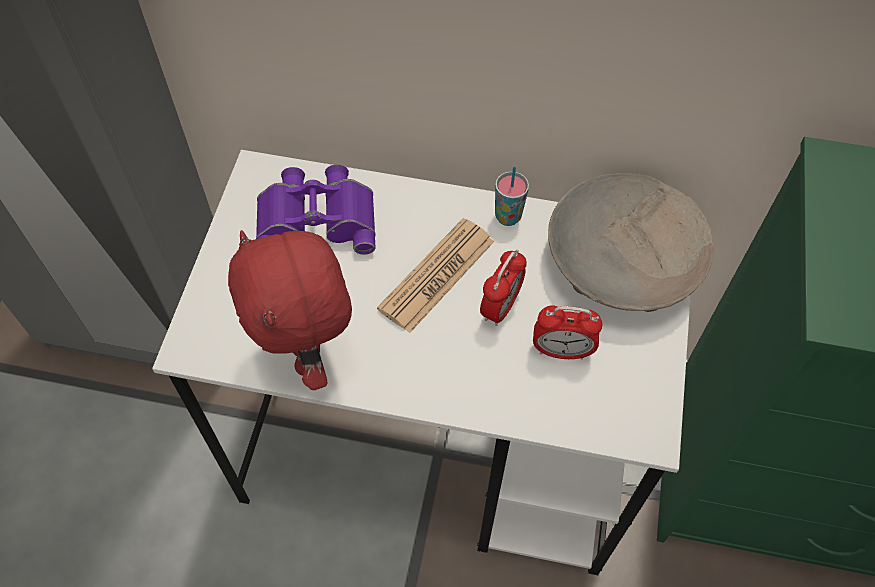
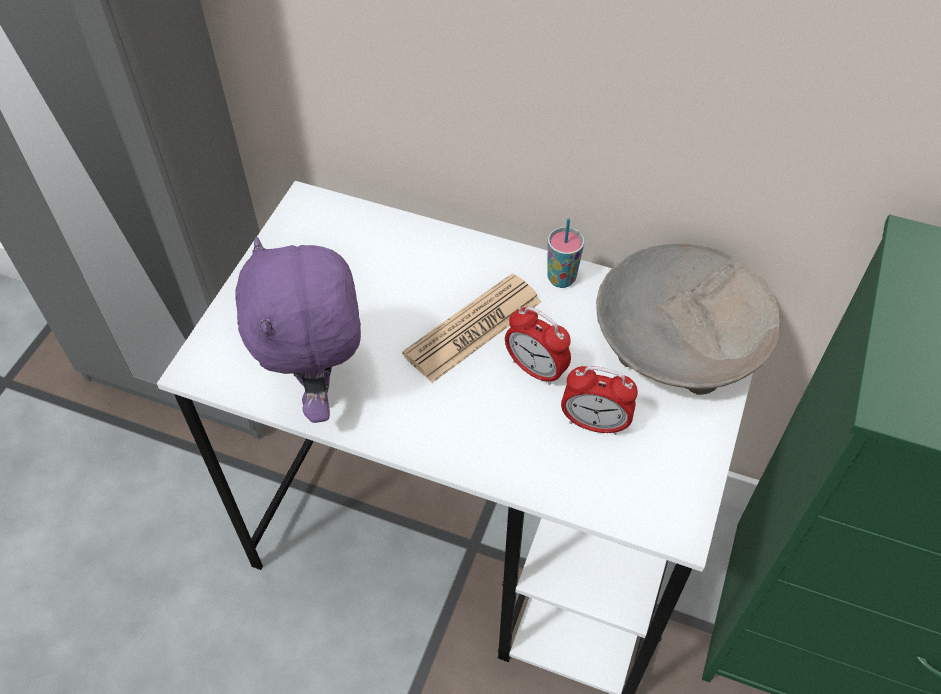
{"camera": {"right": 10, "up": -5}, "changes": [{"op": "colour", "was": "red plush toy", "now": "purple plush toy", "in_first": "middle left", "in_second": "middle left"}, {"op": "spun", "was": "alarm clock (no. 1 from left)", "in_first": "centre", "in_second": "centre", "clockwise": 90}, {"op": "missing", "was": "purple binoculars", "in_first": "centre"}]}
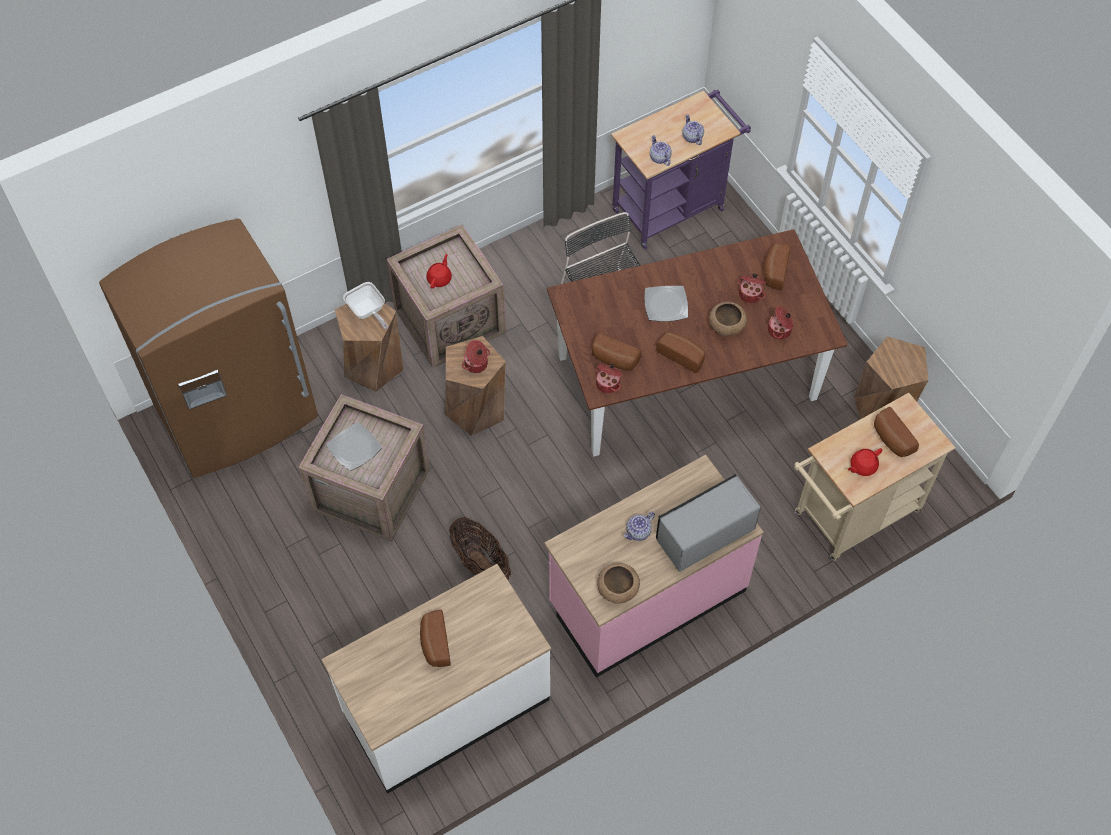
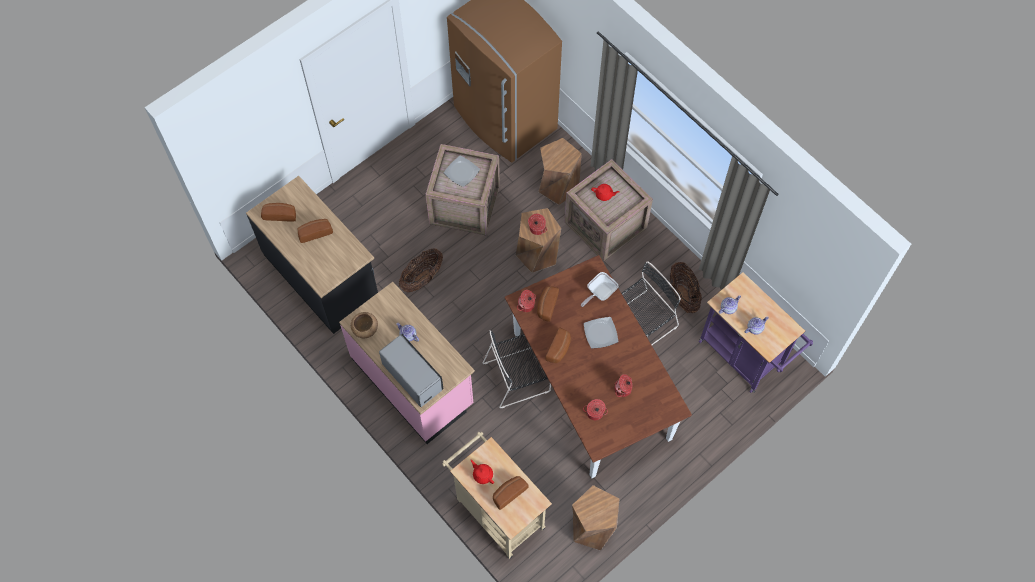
{"camera": {"right": 80, "up": 5}, "changes": [{"op": "colour", "was": "white counter", "now": "black counter", "in_first": "bottom centre", "in_second": "middle left"}, {"op": "relocated", "was": "bread (no. 4 from left in the first image)", "now": "bread (no. 1 from left)", "in_first": "top right", "in_second": "middle left"}, {"op": "appeared", "now": "black chair (no. 1 from left)", "in_second": "centre"}, {"op": "relocated", "was": "frying pan", "in_first": "middle left", "in_second": "centre"}, {"op": "appeared", "now": "basket (no. 2 from left)", "in_second": "centre"}, {"op": "missing", "was": "brown bowl (no. 2 from left)", "in_first": "centre"}]}
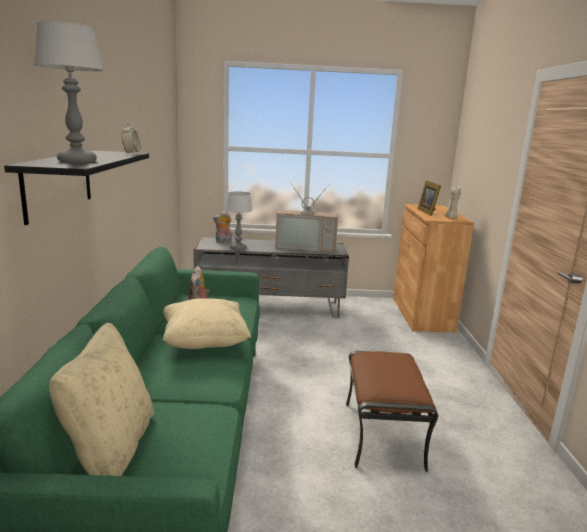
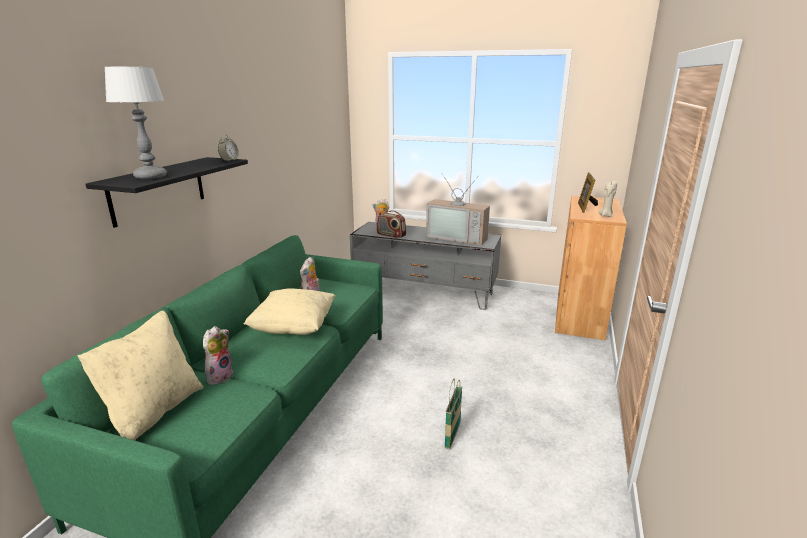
{"camera": {"right": 20, "up": 5}, "changes": [{"op": "appeared", "now": "plush toy (no. 1 from left)", "in_second": "middle left"}, {"op": "exchanged", "was": "table lamp (no. 2 from left)", "now": "radio", "in_first": "centre", "in_second": "centre"}, {"op": "exchanged", "was": "brown ottoman", "now": "basket", "in_first": "bottom right", "in_second": "bottom centre"}]}
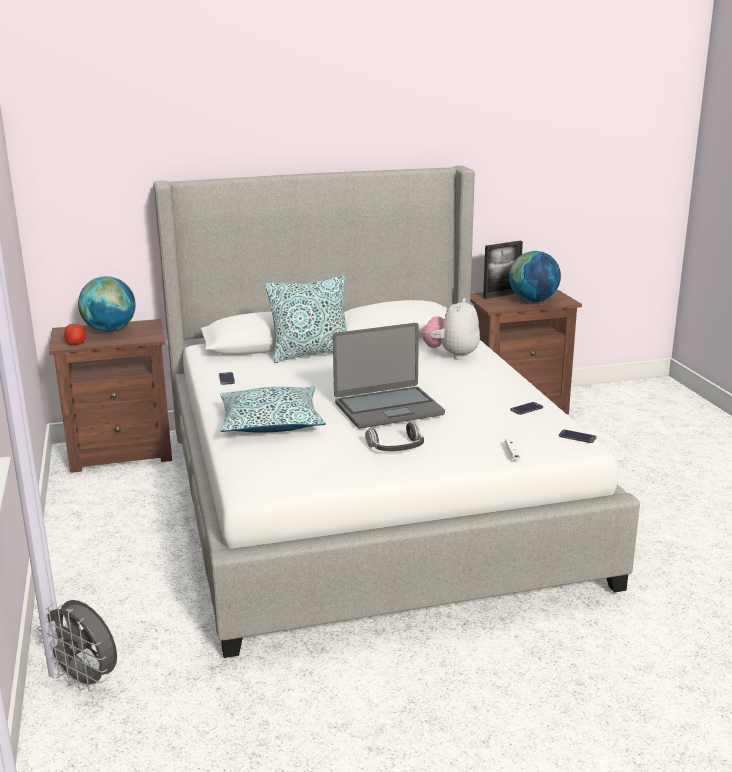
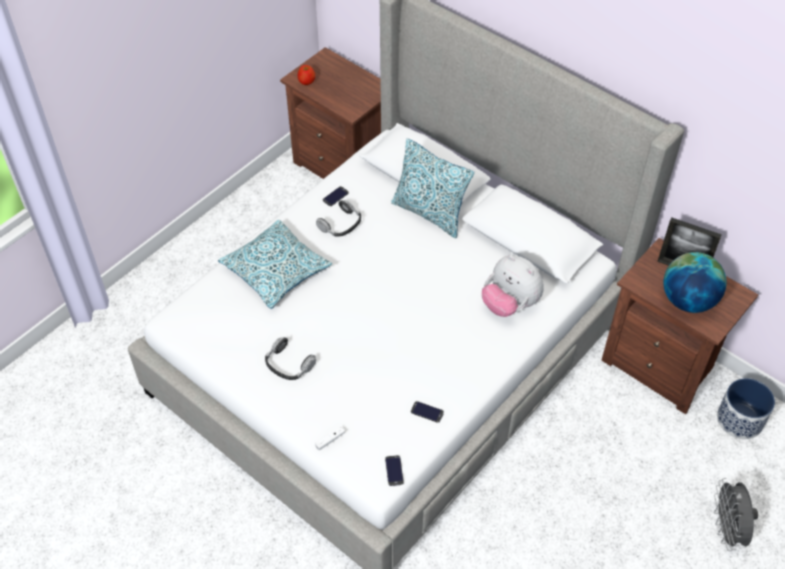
{"camera": {"right": 55, "up": 30}, "changes": [{"op": "appeared", "now": "headphones (no. 2 from left)", "in_second": "centre"}, {"op": "spun", "was": "plush toy", "in_first": "centre", "in_second": "centre", "clockwise": -120}, {"op": "relocated", "was": "grey fan", "in_first": "bottom left", "in_second": "bottom right"}, {"op": "appeared", "now": "planter", "in_second": "bottom right"}, {"op": "missing", "was": "globe (no. 1 from left)", "in_first": "middle left"}, {"op": "missing", "was": "laptop", "in_first": "centre"}]}
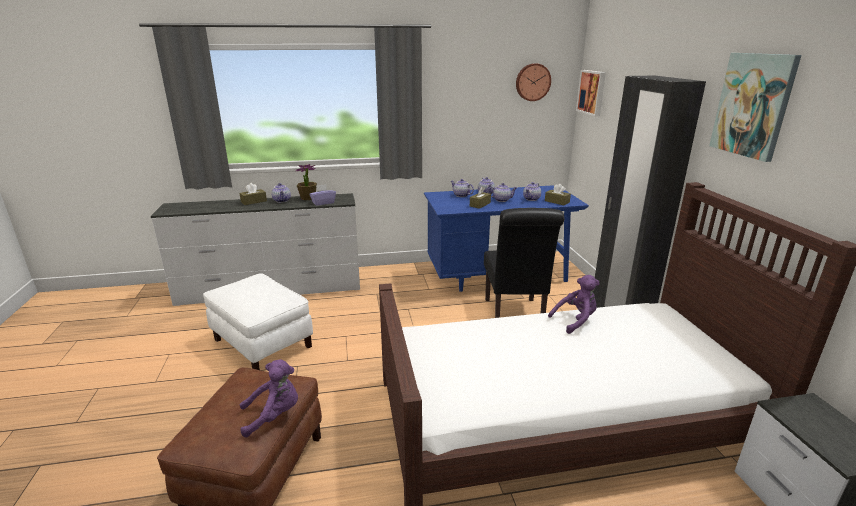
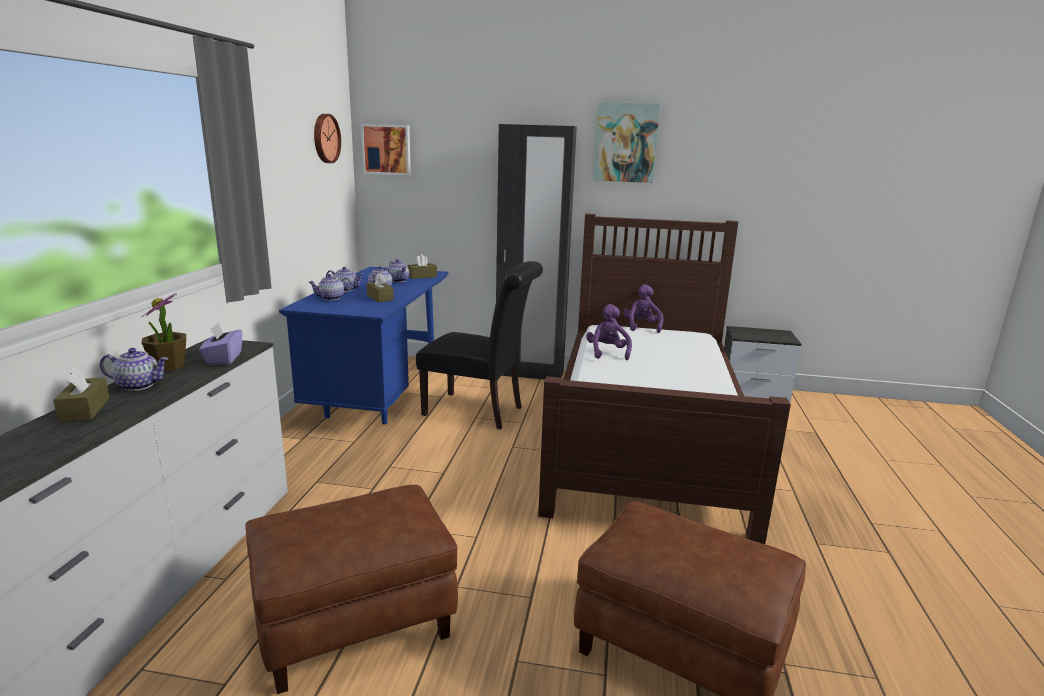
{"camera": {"right": -70, "up": -5}, "changes": [{"op": "colour", "was": "white ottoman", "now": "brown ottoman (no. 1 from left)", "in_first": "middle left", "in_second": "bottom centre"}, {"op": "relocated", "was": "purple plush toy (no. 1 from left in the first image)", "now": "purple plush toy (no. 2 from left)", "in_first": "bottom left", "in_second": "centre"}]}
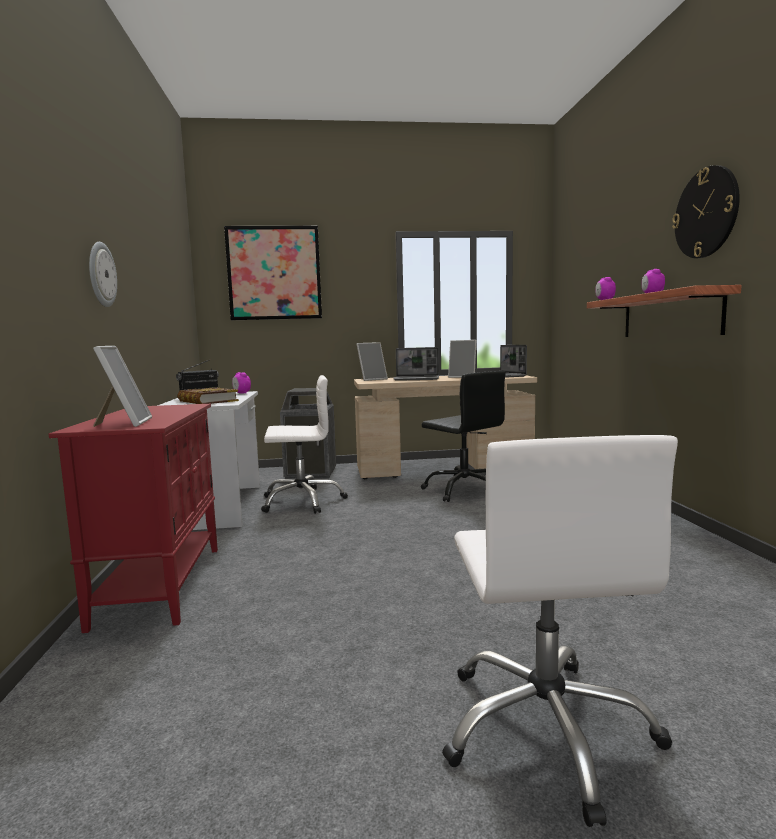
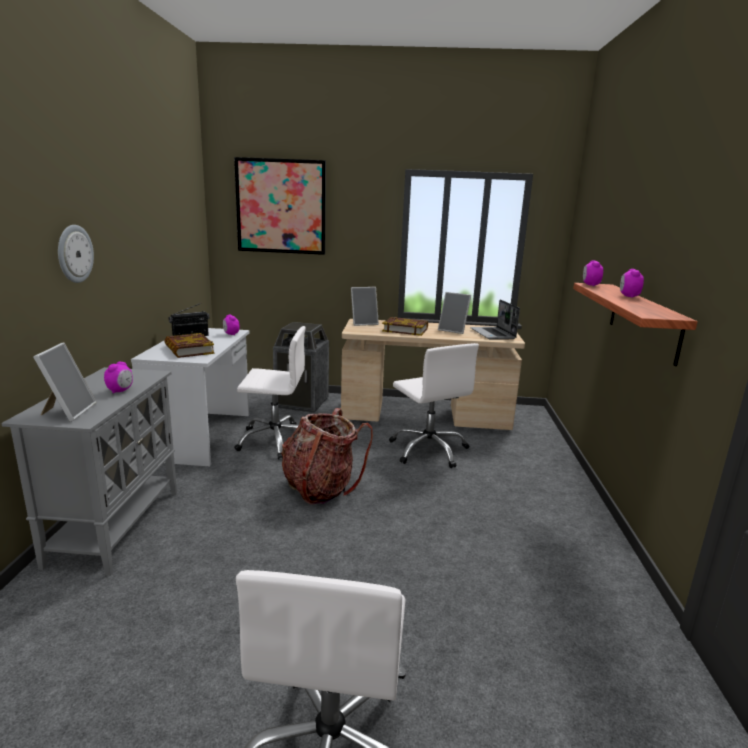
{"camera": {"right": 10, "up": 10}, "changes": [{"op": "colour", "was": "red cabinet", "now": "grey cabinet", "in_first": "middle left", "in_second": "middle left"}, {"op": "appeared", "now": "alarm clock (no. 1 from left)", "in_second": "middle left"}, {"op": "appeared", "now": "backpack", "in_second": "centre"}, {"op": "exchanged", "was": "laptop (no. 1 from left)", "now": "book (no. 2 from left)", "in_first": "centre", "in_second": "centre"}, {"op": "colour", "was": "black office chair", "now": "white office chair (no. 3 from left)", "in_first": "centre", "in_second": "centre"}, {"op": "missing", "was": "wall clock (no. 2 from left)", "in_first": "top right"}]}
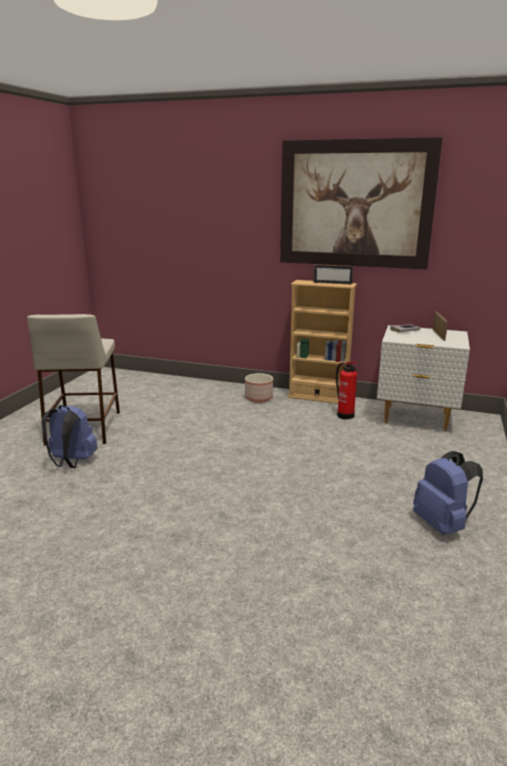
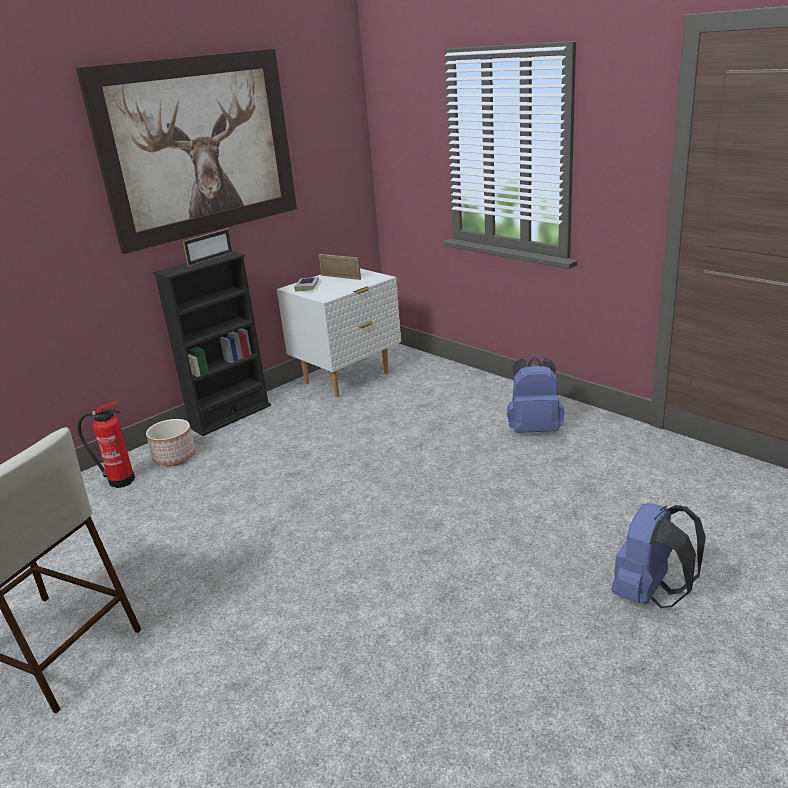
{"camera": {"right": -60, "up": 5}, "changes": [{"op": "relocated", "was": "fire extinguisher", "in_first": "middle right", "in_second": "middle left"}, {"op": "colour", "was": "beige bookcase", "now": "black bookcase", "in_first": "centre", "in_second": "middle left"}, {"op": "relocated", "was": "blue backpack (no. 1 from left in the first image)", "now": "blue backpack (no. 2 from left)", "in_first": "middle left", "in_second": "bottom right"}]}
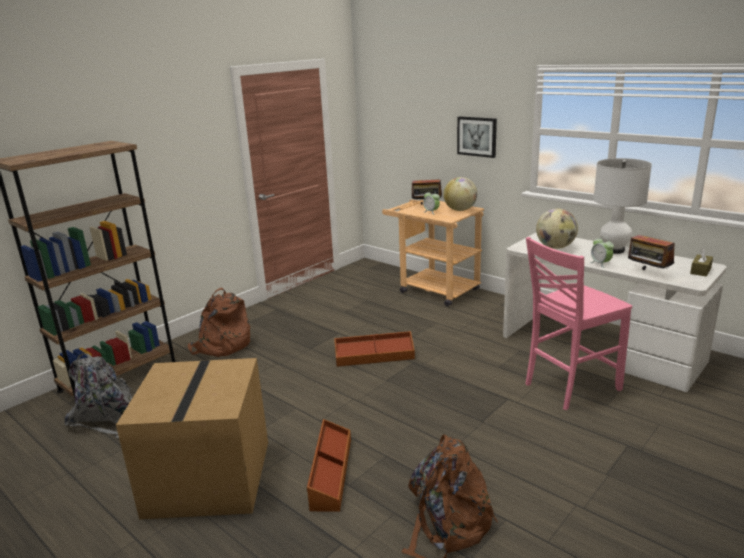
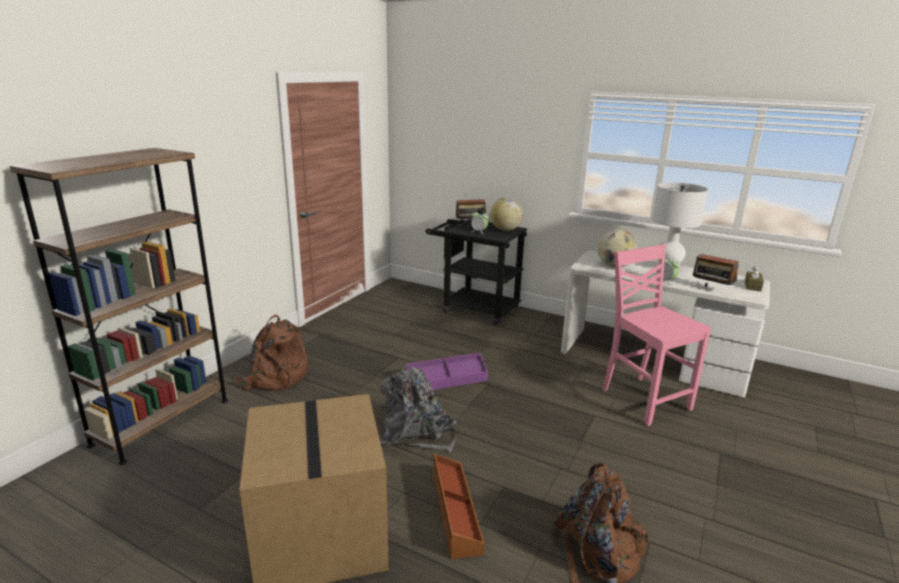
{"camera": {"right": -15, "up": 0}, "changes": [{"op": "relocated", "was": "grey backpack", "in_first": "bottom left", "in_second": "bottom centre"}, {"op": "colour", "was": "brown storage box (no. 2 from left)", "now": "purple storage box", "in_first": "centre", "in_second": "centre"}, {"op": "colour", "was": "beige cart", "now": "black cart", "in_first": "centre", "in_second": "centre"}, {"op": "spun", "was": "pink chair", "in_first": "middle right", "in_second": "middle right", "clockwise": 105}, {"op": "missing", "was": "picture", "in_first": "top centre"}]}
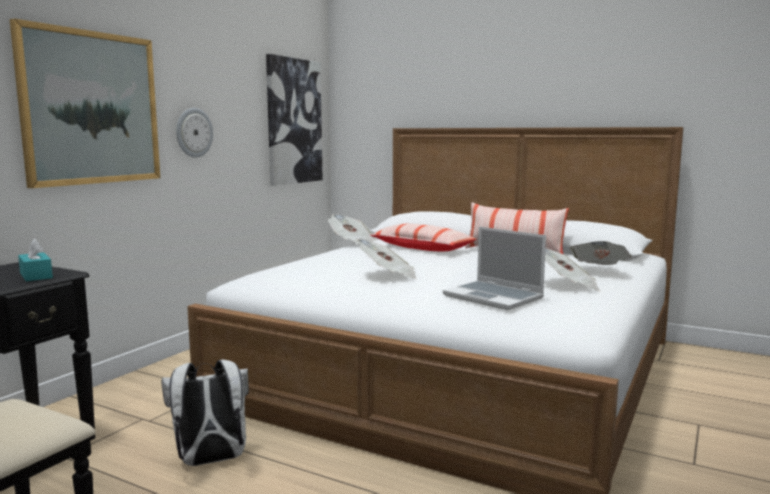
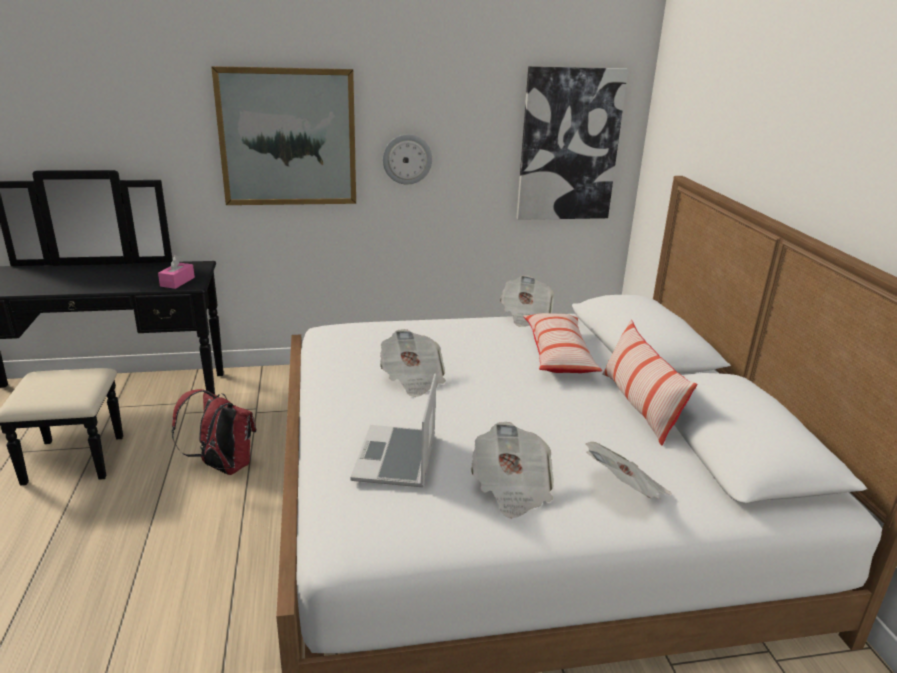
{"camera": {"right": 50, "up": 15}, "changes": [{"op": "colour", "was": "turquoise tissue box", "now": "pink tissue box", "in_first": "middle left", "in_second": "middle left"}, {"op": "colour", "was": "white backpack", "now": "red backpack", "in_first": "bottom left", "in_second": "middle left"}]}
